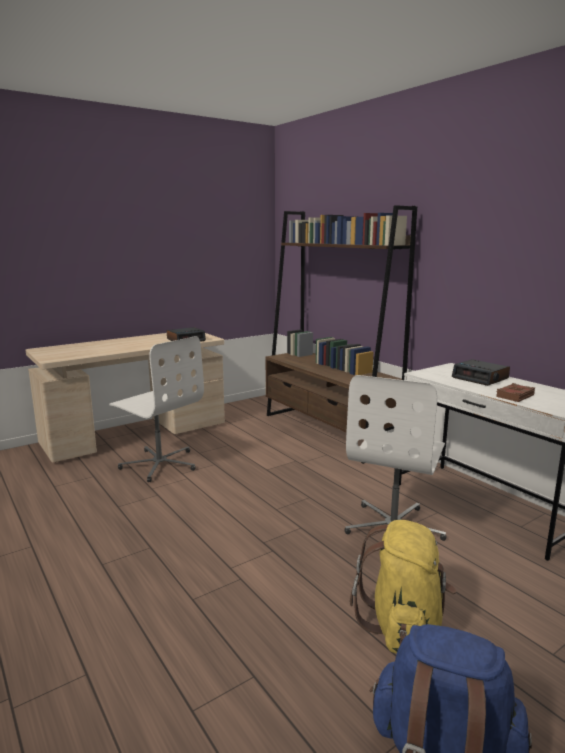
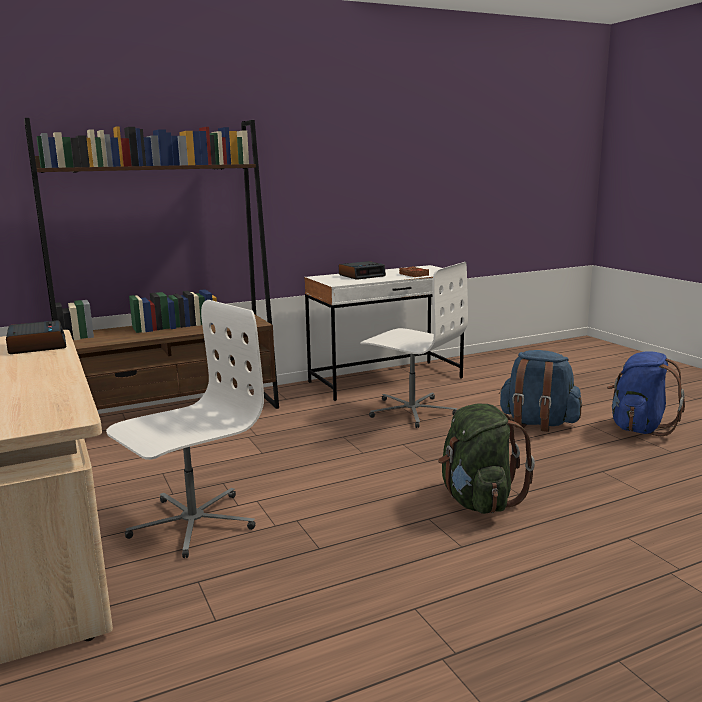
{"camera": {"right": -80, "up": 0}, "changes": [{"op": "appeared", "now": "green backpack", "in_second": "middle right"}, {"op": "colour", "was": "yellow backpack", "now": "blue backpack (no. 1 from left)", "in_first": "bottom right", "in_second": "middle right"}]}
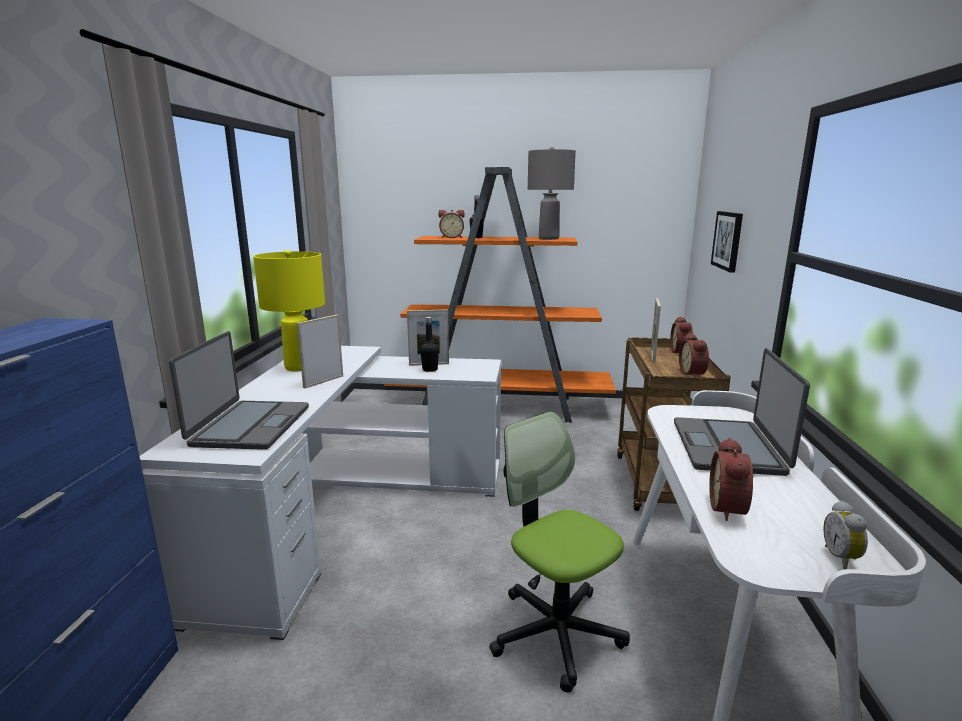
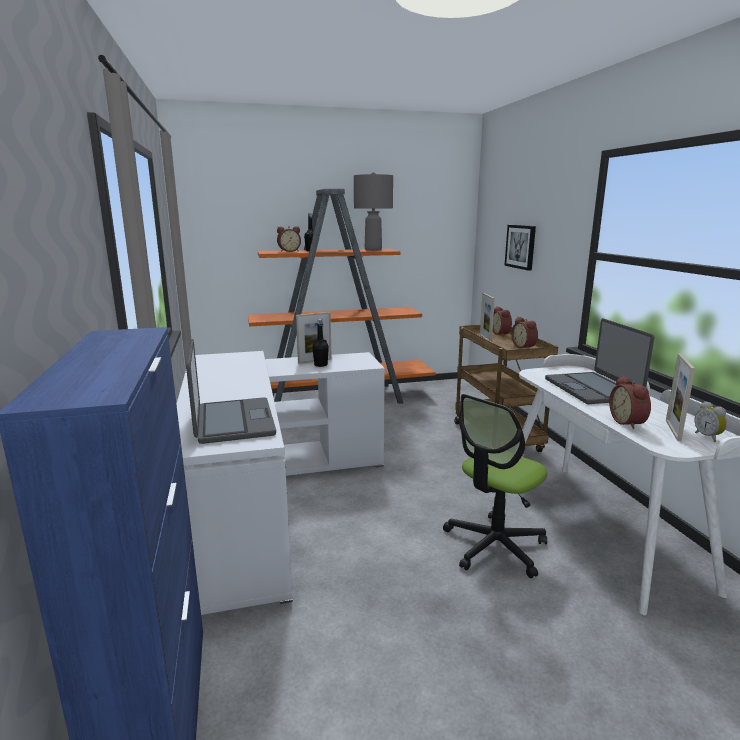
{"camera": {"right": -20, "up": 0}, "changes": [{"op": "spun", "was": "office chair", "in_first": "bottom centre", "in_second": "middle right", "clockwise": -75}, {"op": "relocated", "was": "picture frame (no. 1 from left in the first image)", "now": "picture frame (no. 3 from left)", "in_first": "middle left", "in_second": "middle right"}, {"op": "missing", "was": "yellow table lamp", "in_first": "middle left"}]}
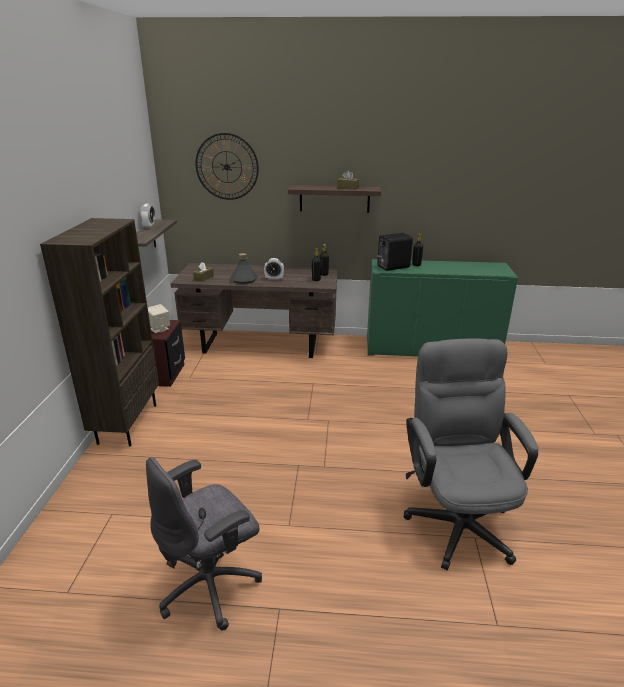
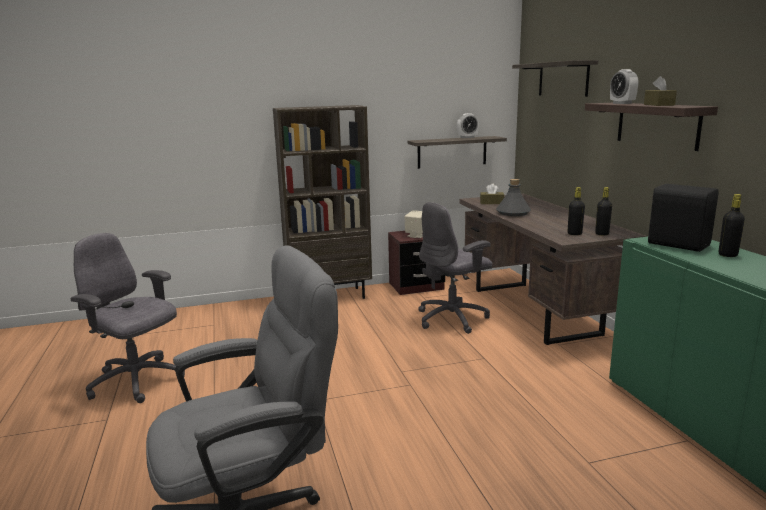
{"camera": {"right": 70, "up": -10}, "changes": [{"op": "appeared", "now": "grey office chair (no. 3 from left)", "in_second": "centre"}, {"op": "exchanged", "was": "wall clock", "now": "shelf (no. 2 from left)", "in_first": "top centre", "in_second": "top right"}, {"op": "relocated", "was": "alarm clock (no. 2 from left)", "in_first": "centre", "in_second": "top right"}]}
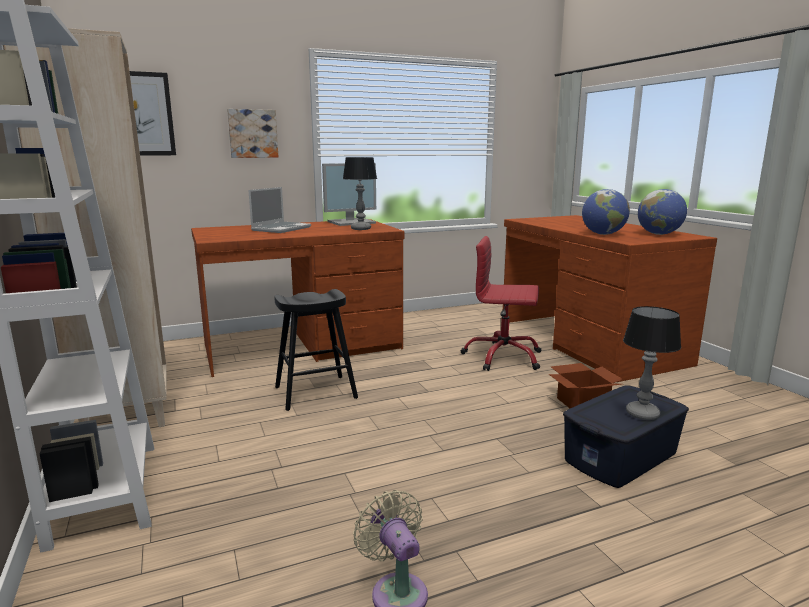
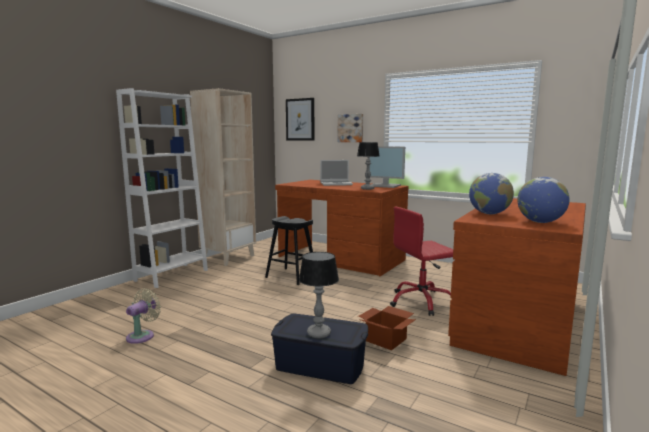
{"camera": {"right": 55, "up": -5}, "changes": [{"op": "spun", "was": "red office chair", "in_first": "centre", "in_second": "centre", "clockwise": -90}]}
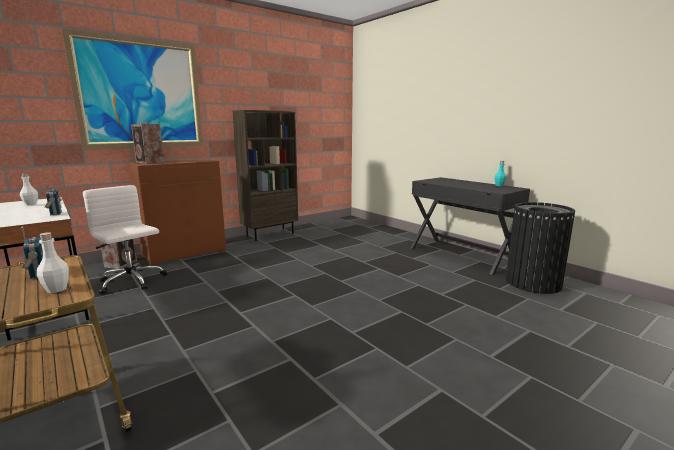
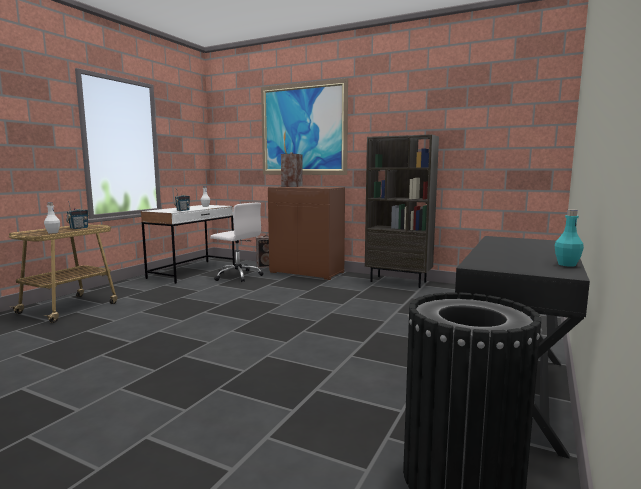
{"camera": {"right": 65, "up": -5}, "changes": [{"op": "spun", "was": "white office chair", "in_first": "middle left", "in_second": "centre", "clockwise": 105}]}
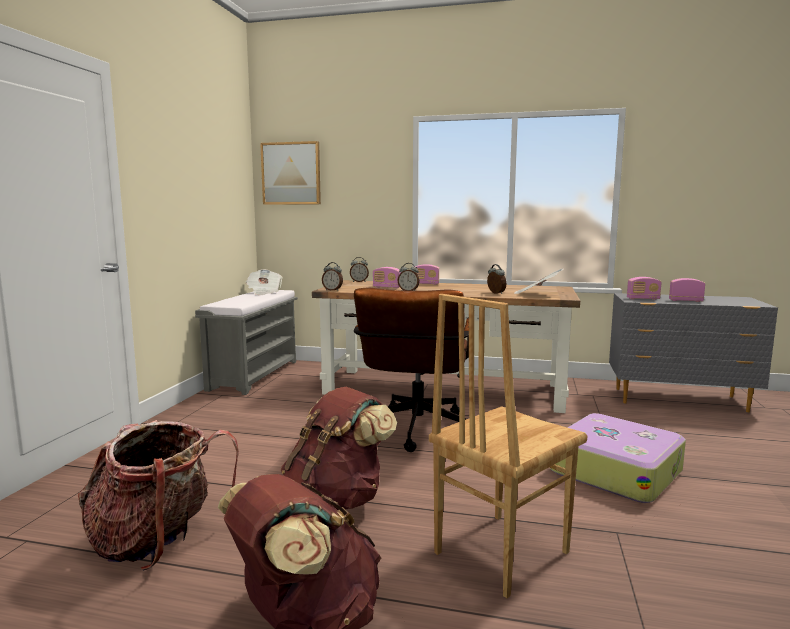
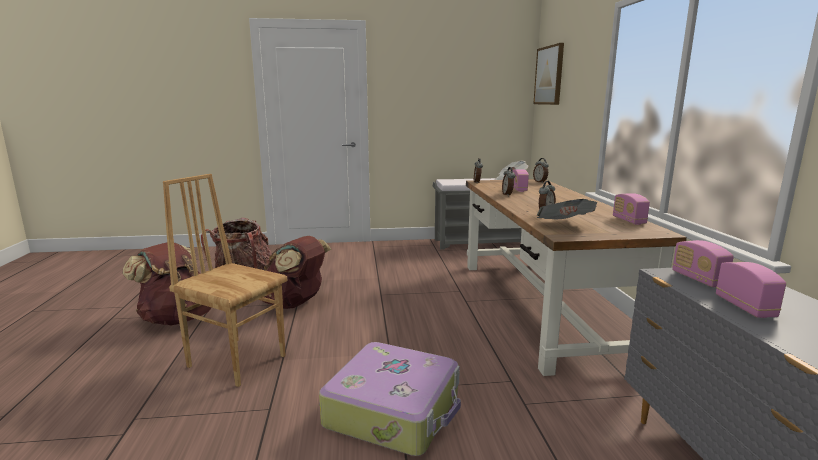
{"camera": {"right": 70, "up": 5}, "changes": [{"op": "relocated", "was": "radio (no. 2 from left)", "in_first": "centre", "in_second": "middle right"}, {"op": "missing", "was": "brown office chair", "in_first": "centre"}]}
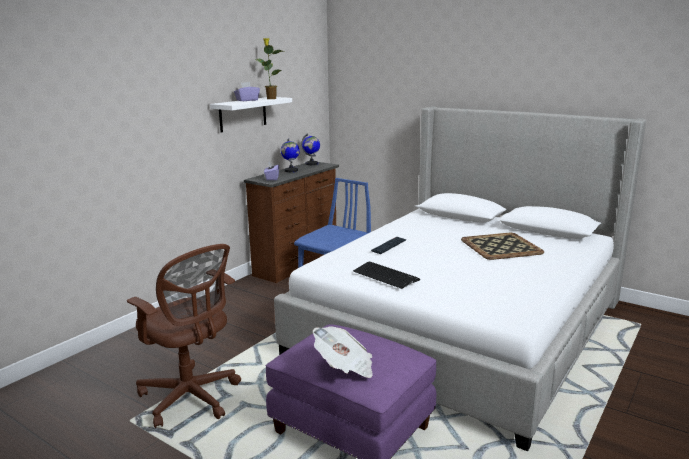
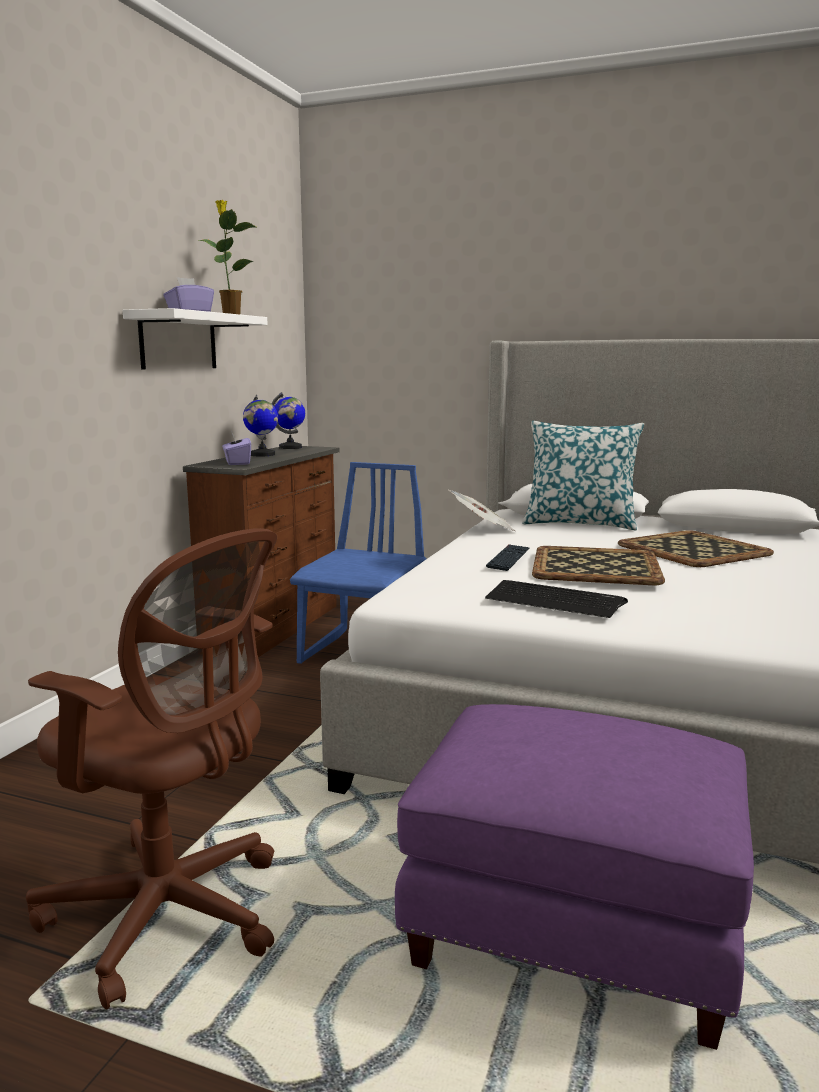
{"camera": {"right": -15, "up": -5}, "changes": [{"op": "relocated", "was": "newspaper", "in_first": "bottom centre", "in_second": "centre"}, {"op": "appeared", "now": "pillow", "in_second": "middle right"}, {"op": "appeared", "now": "tray (no. 1 from left)", "in_second": "middle right"}]}
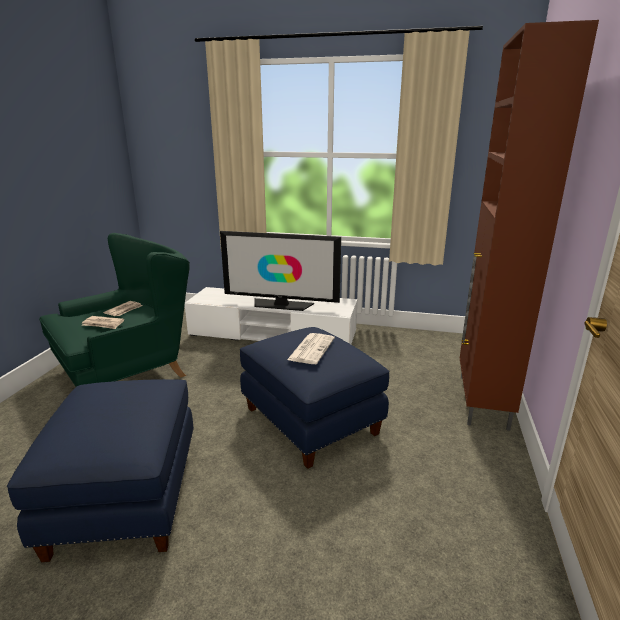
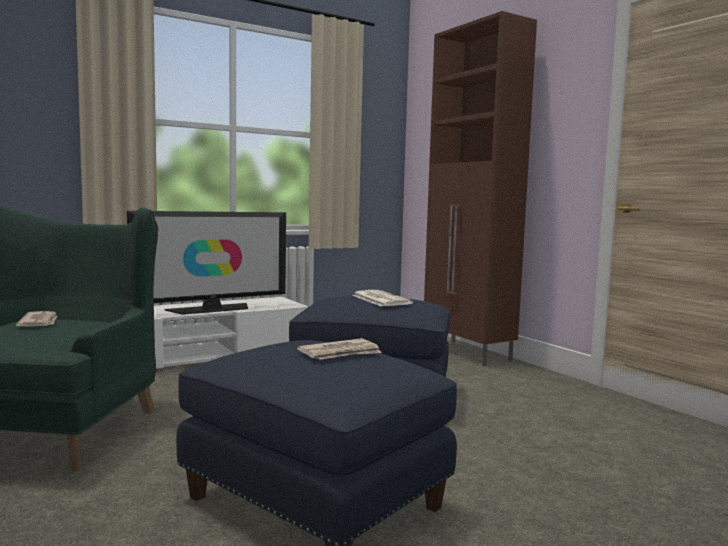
{"camera": {"right": -45, "up": -15}, "changes": [{"op": "relocated", "was": "newspaper (no. 1 from left in the first image)", "now": "newspaper (no. 2 from left)", "in_first": "middle left", "in_second": "centre"}]}
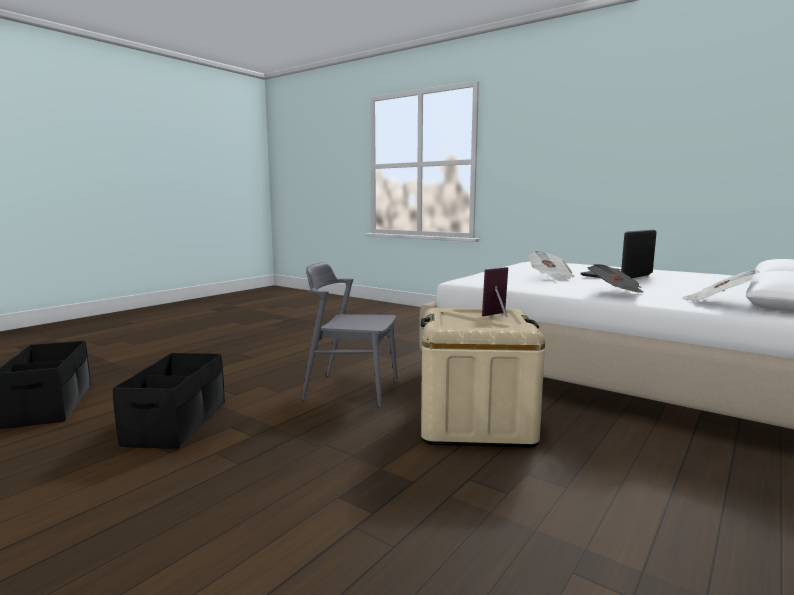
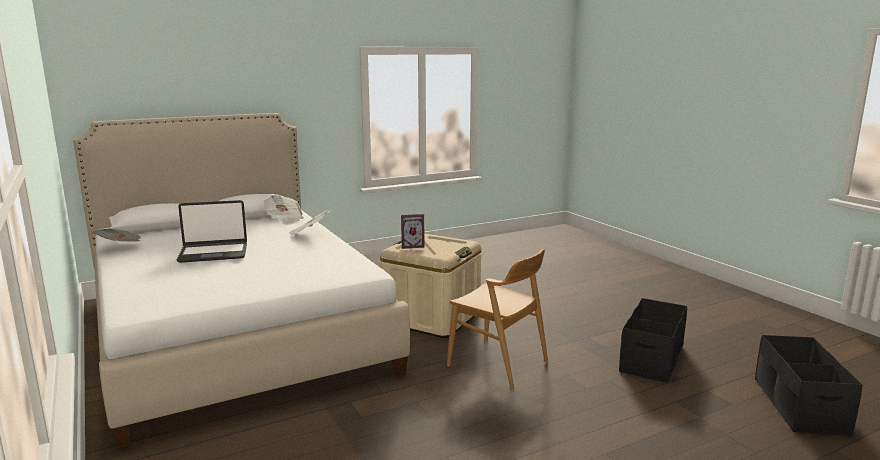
{"camera": {"right": -155, "up": 5}, "changes": [{"op": "relocated", "was": "newspaper (no. 1 from left)", "in_first": "middle right", "in_second": "middle left"}, {"op": "colour", "was": "grey chair", "now": "brown chair", "in_first": "centre", "in_second": "bottom centre"}]}
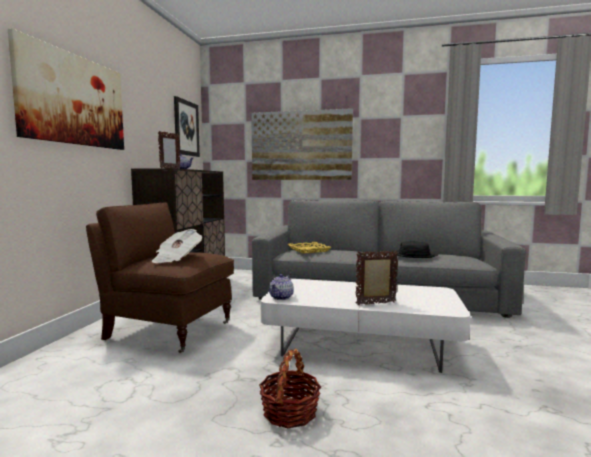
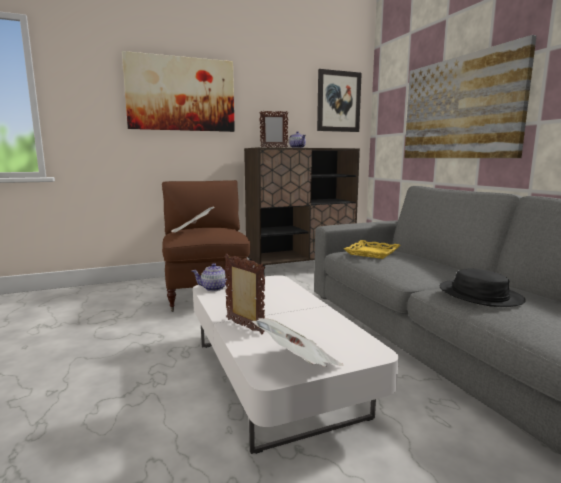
{"camera": {"right": 55, "up": 5}, "changes": [{"op": "appeared", "now": "newspaper (no. 2 from left)", "in_second": "bottom centre"}, {"op": "missing", "was": "basket", "in_first": "bottom centre"}]}
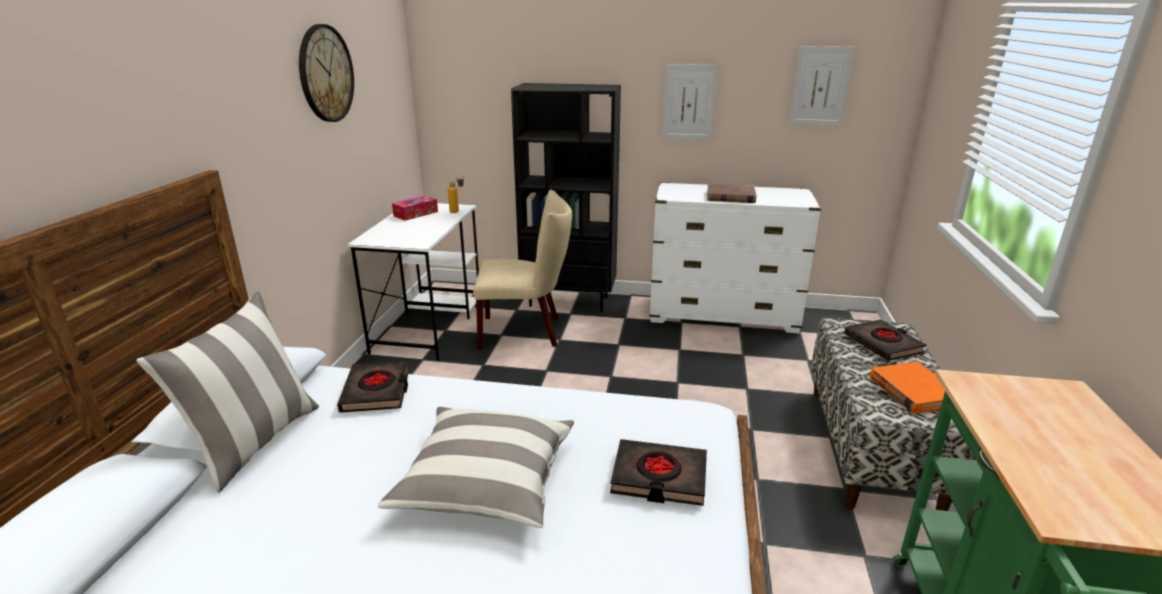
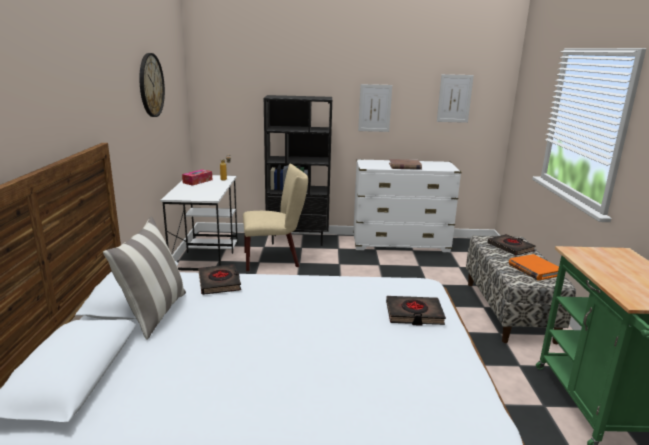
{"camera": {"right": -10, "up": -5}, "changes": [{"op": "missing", "was": "pillow (no. 2 from left)", "in_first": "bottom centre"}]}
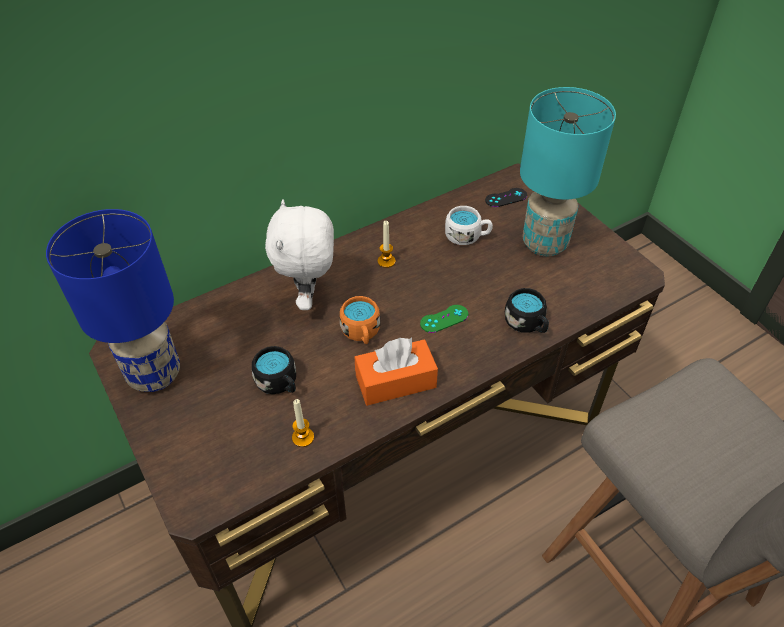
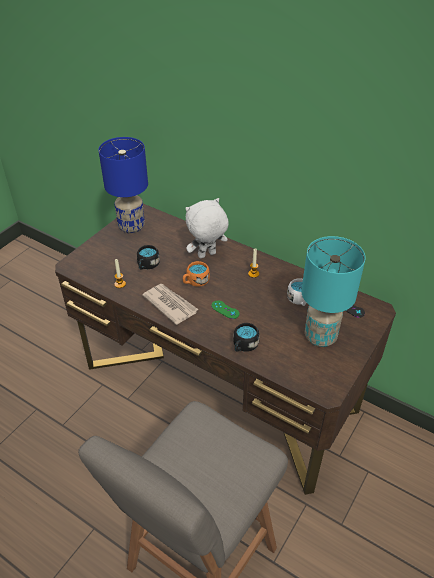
{"camera": {"right": 65, "up": -5}, "changes": [{"op": "exchanged", "was": "orange tissue box", "now": "newspaper", "in_first": "centre", "in_second": "centre"}]}
